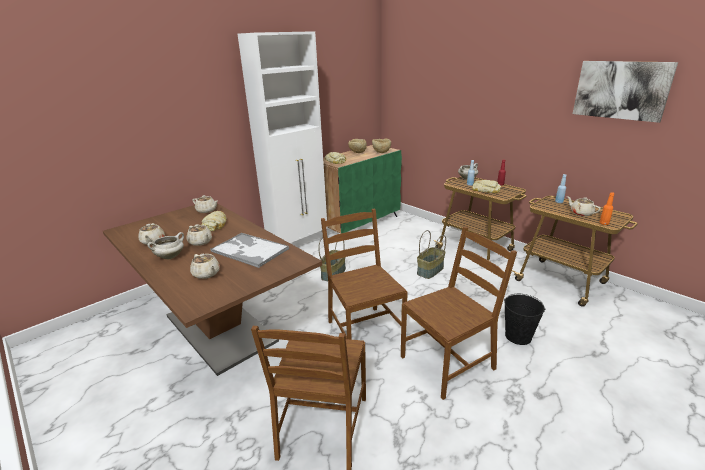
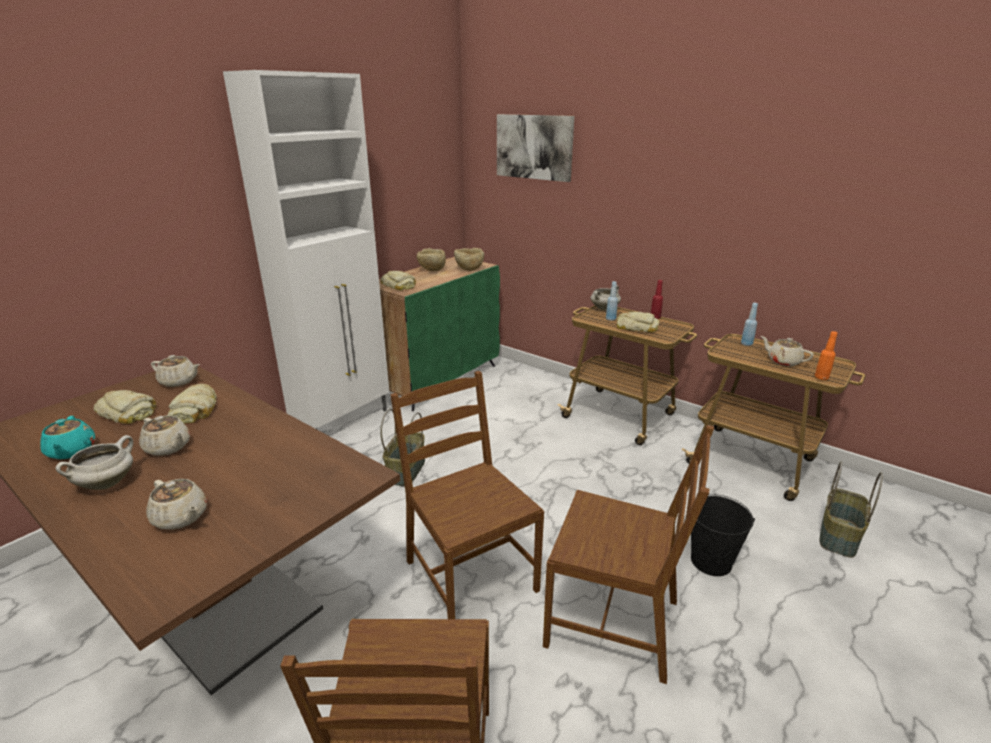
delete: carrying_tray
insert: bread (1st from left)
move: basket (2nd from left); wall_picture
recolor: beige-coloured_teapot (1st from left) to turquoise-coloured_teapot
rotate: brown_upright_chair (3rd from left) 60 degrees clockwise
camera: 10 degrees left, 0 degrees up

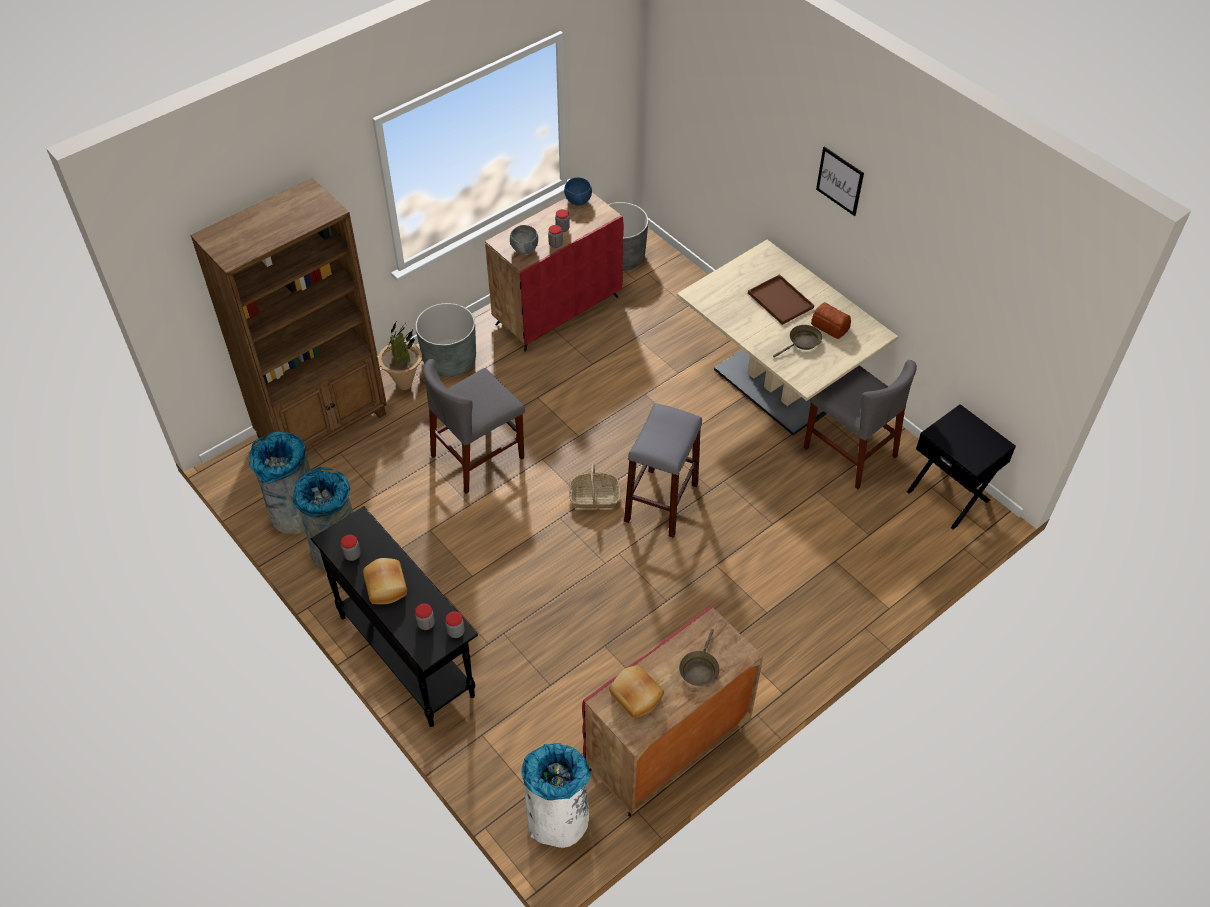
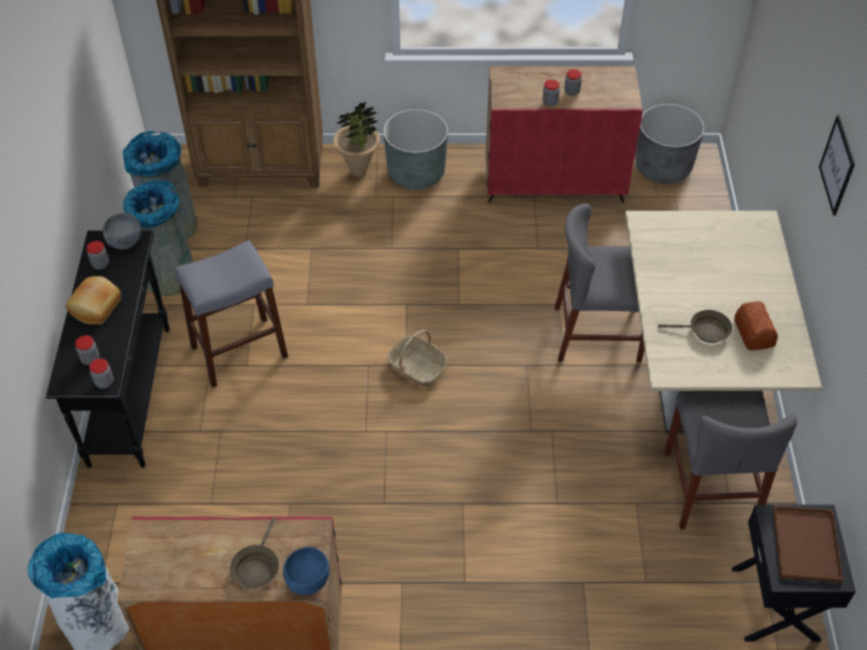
delete: bread (2nd from left)
move: grey_upright_chair (1st from left); grey_serving_bowl; blue_serving_bowl; grey_stool; brown_carrying_tray
rotate: brown_frying_pan (1st from left) 45 degrees counterclockwise
camera: 40 degrees right, 0 degrees up

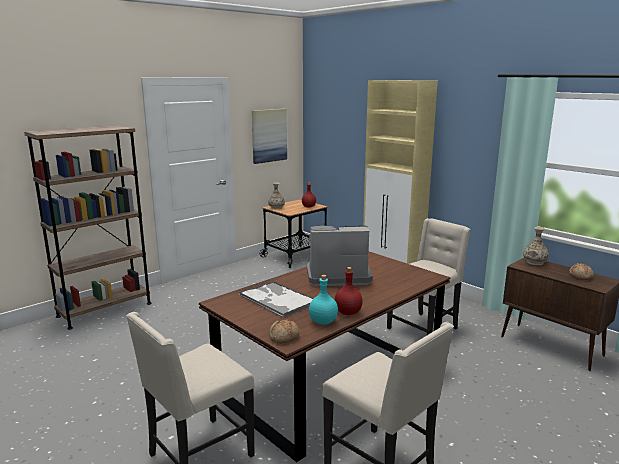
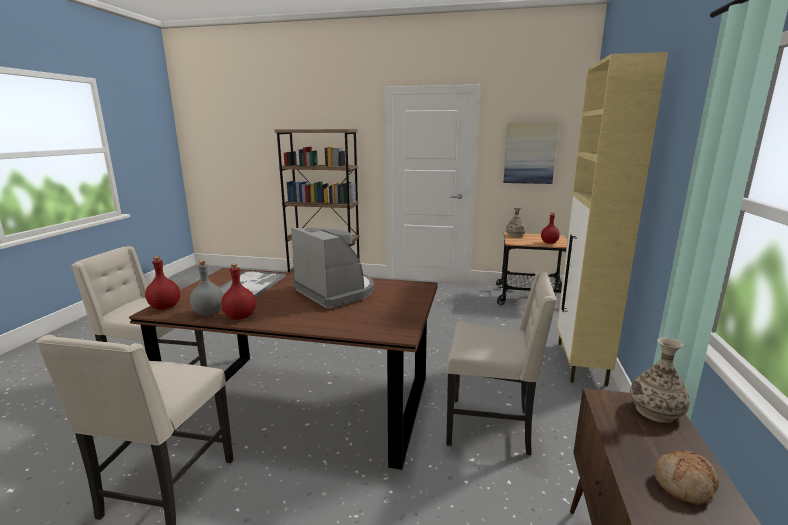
replace: bread (1st from left) to red_drink_bottle (1st from left)
recolor: turquoise-coloured_drink_bottle to grey_drink_bottle
camera: 55 degrees right, 0 degrees up

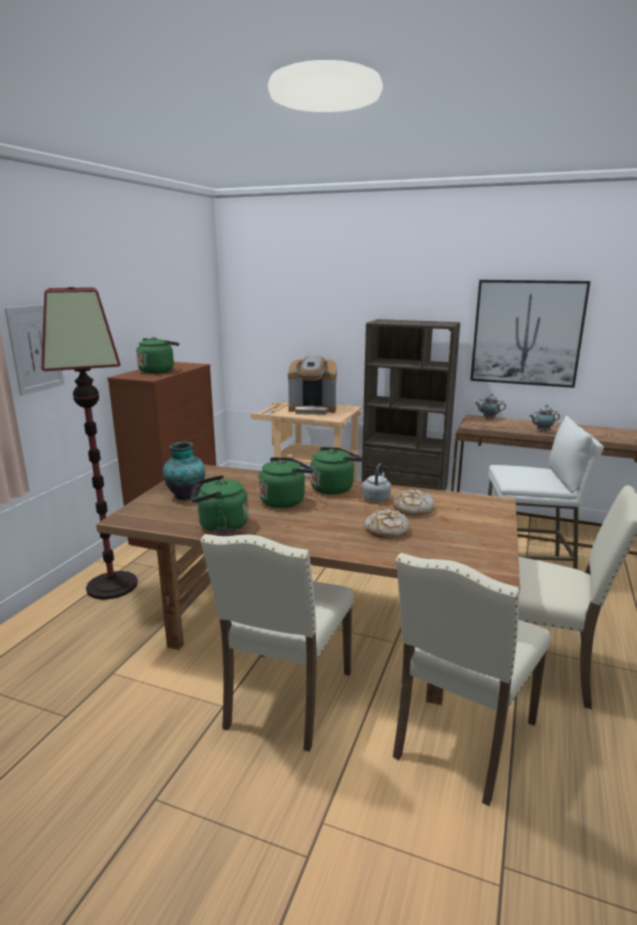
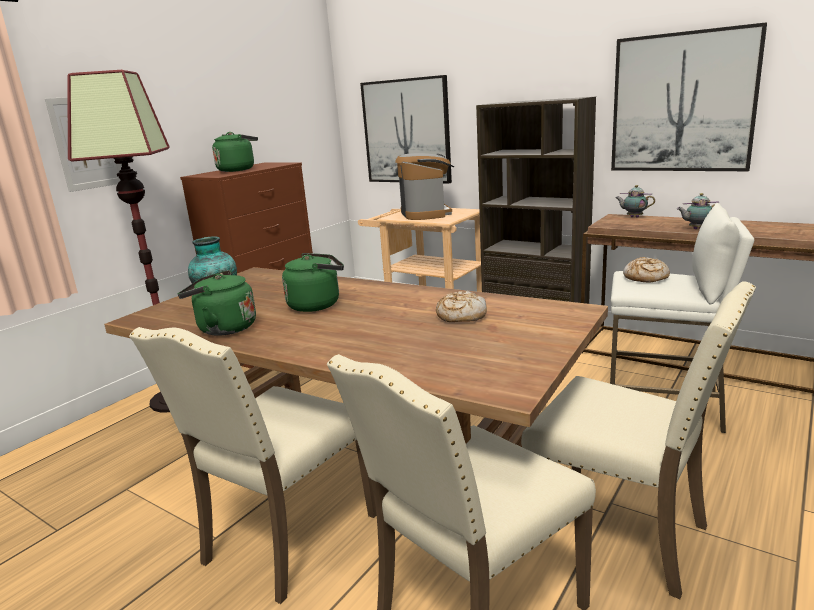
delete: green_tea_kettle (4th from left); grey_tea_kettle
insert: wall_picture (2nd from left)
move: bread (1st from left in the first image) to bread (2nd from left)
rotate: coffee_maker 120 degrees counterclockwise
camera: 15 degrees right, 0 degrees up

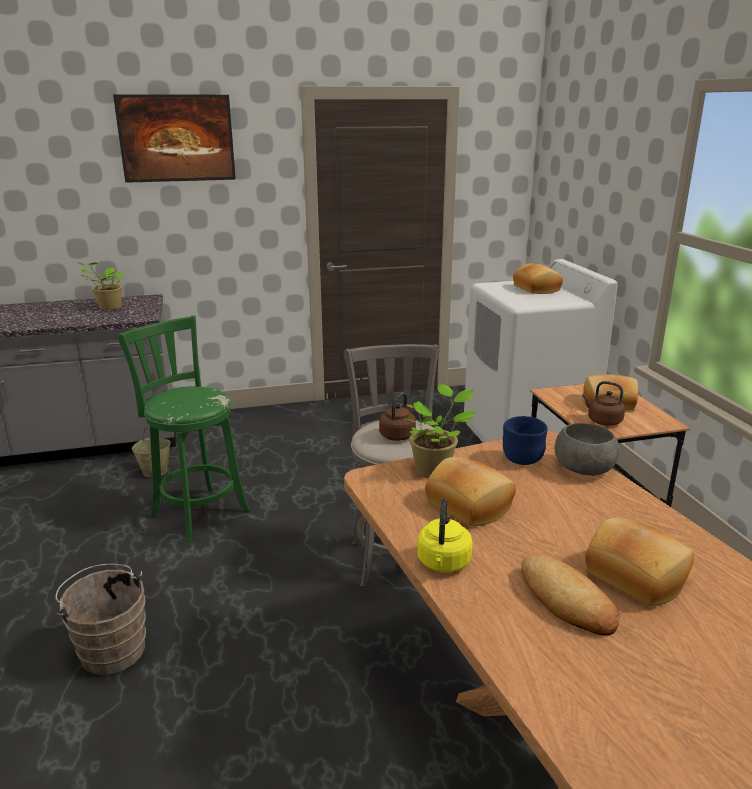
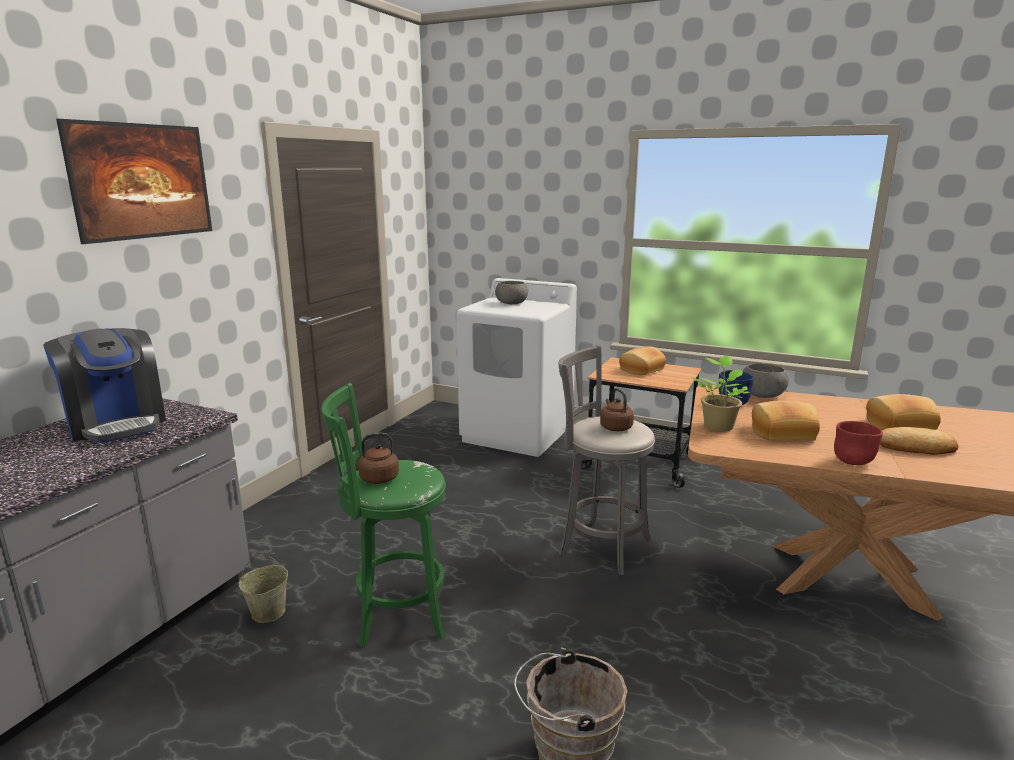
move: brown_tea_kettle (2nd from left in the first image) to brown_tea_kettle (1st from left)
replace: potted_plant (1st from left) to coffee_maker; yellow_tea_kettle to red_serving_bowl; bread (2nd from left) to grey_serving_bowl (1st from left)
camera: 50 degrees left, 5 degrees down

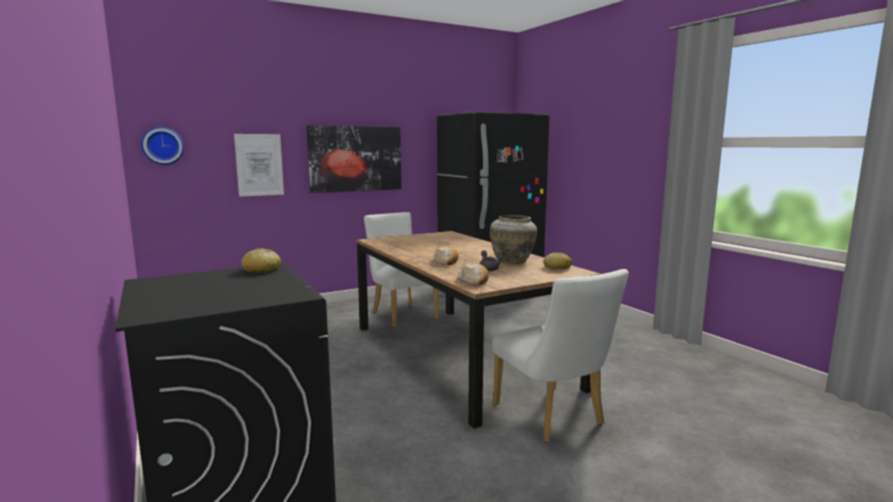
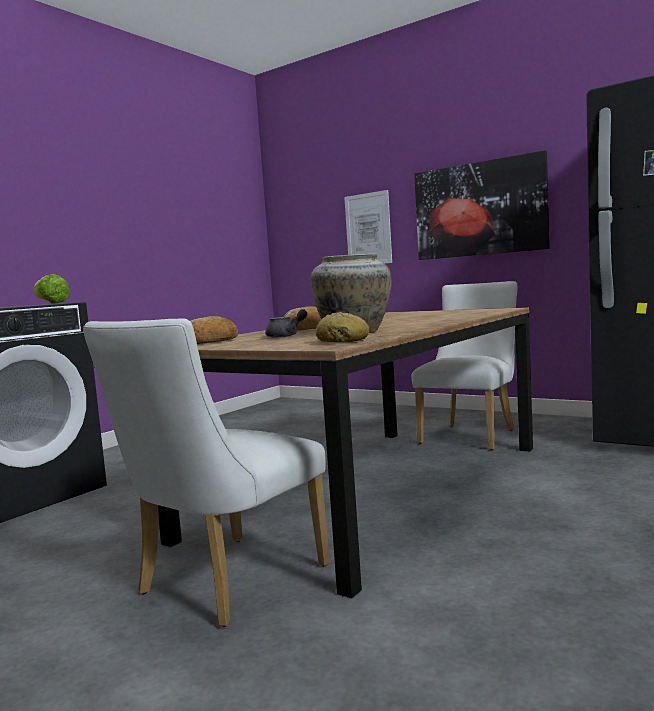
delete: wall_clock
replace: bread (1st from left) to head_of_lettuce
camera: 65 degrees right, 5 degrees down

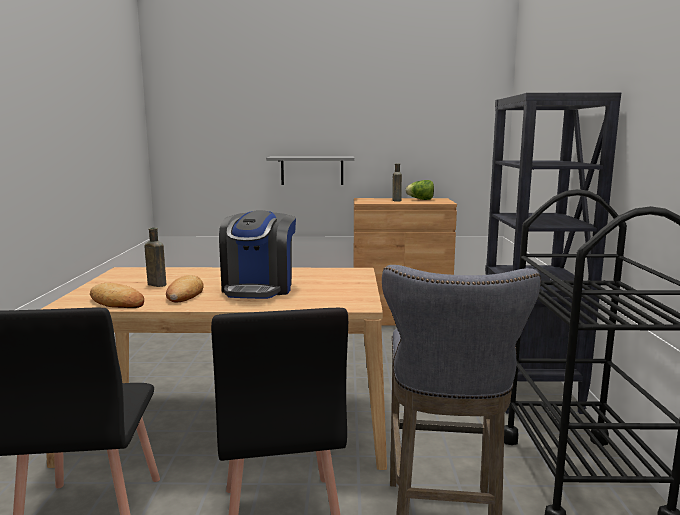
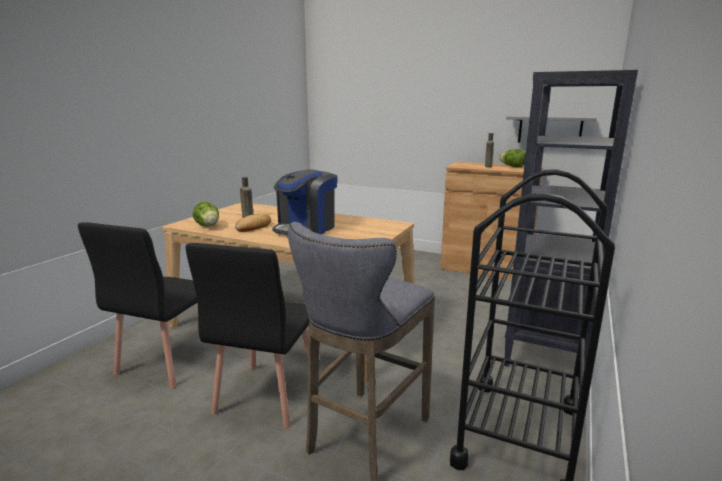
move: grey_shelf
replace: bread (1st from left) to head_of_lettuce (1st from left)
camera: 25 degrees right, 5 degrees up

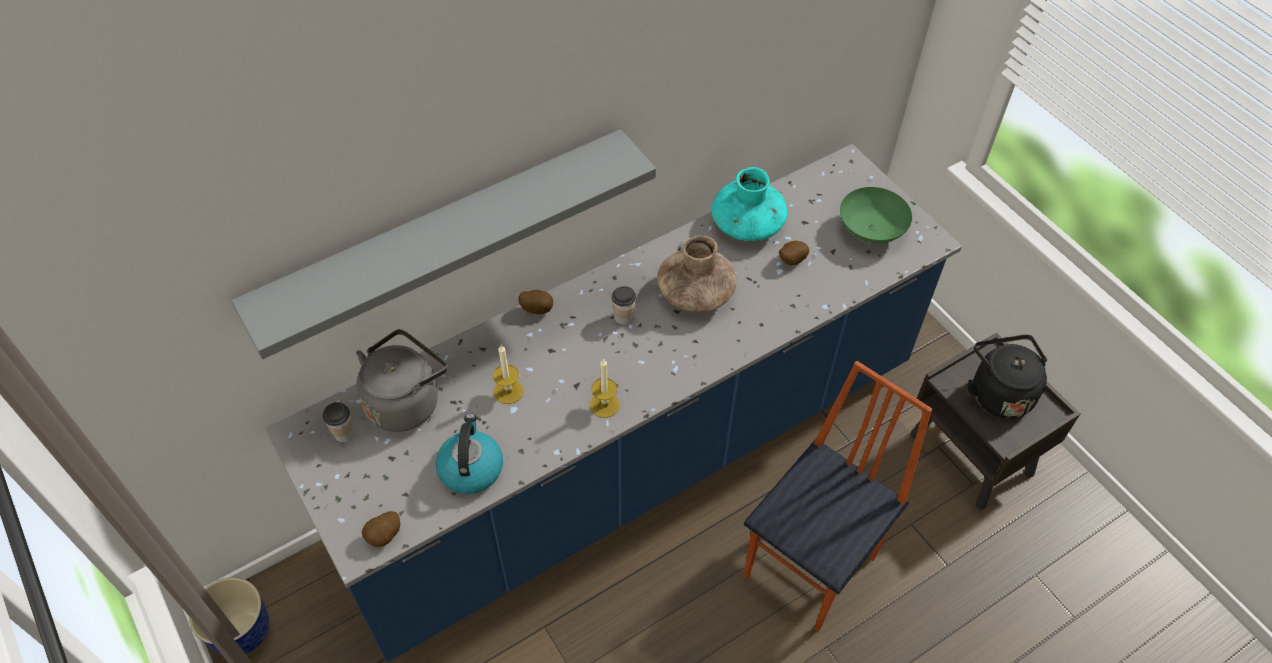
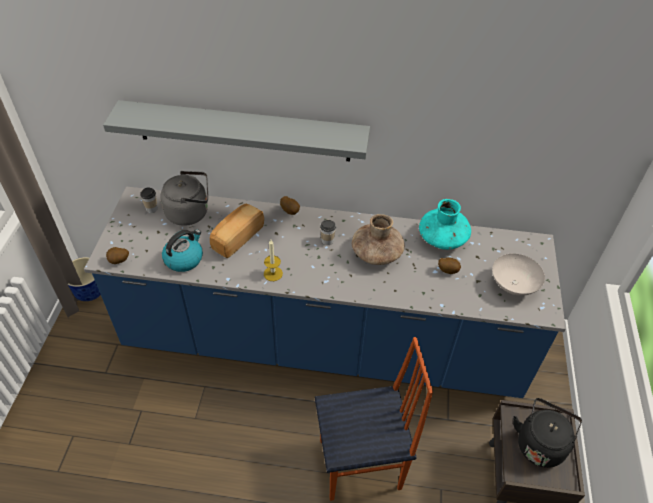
replace: candle (1st from left) to bread
recolor: green_serving_bowl to white-coloured_serving_bowl
camera: 40 degrees right, 5 degrees down

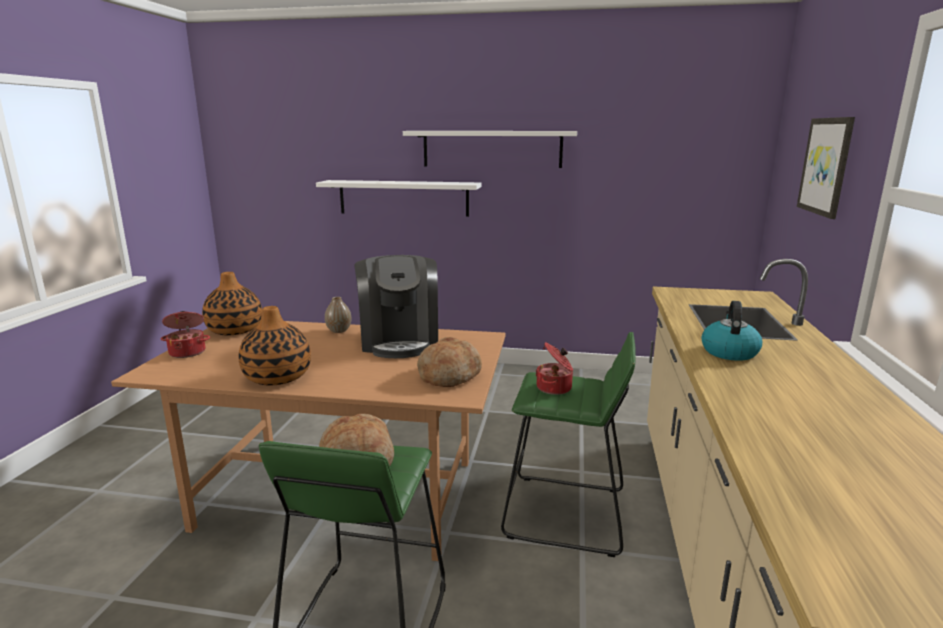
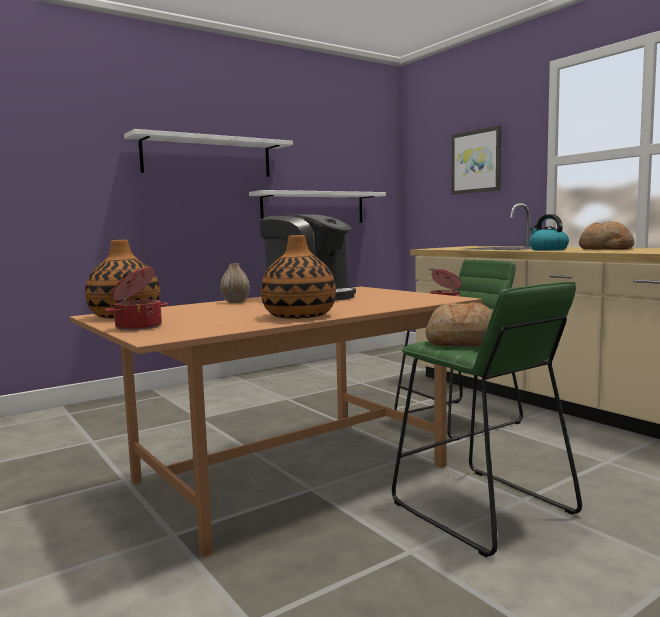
move: white-coloured_shelf (1st from left in the first image) to white-coloured_shelf (2nd from left); bread (2nd from left)
camera: 45 degrees left, 10 degrees down

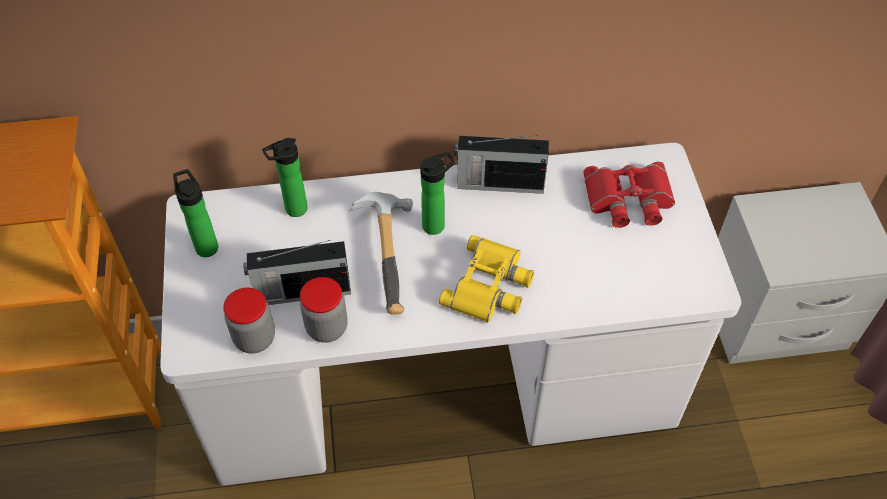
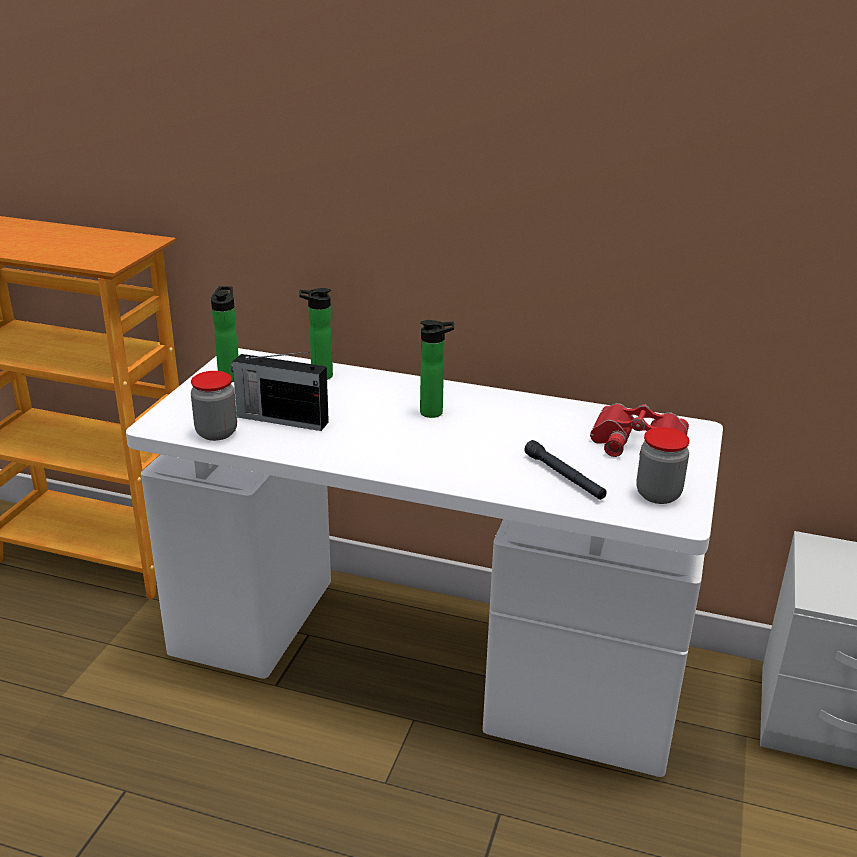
delete: hammer; yellow_field_glasses; radio_set (2nd from left)
insert: black_flashlight
move: storage_jar (2nd from left)
camera: 25 degrees right, 25 degrees down

